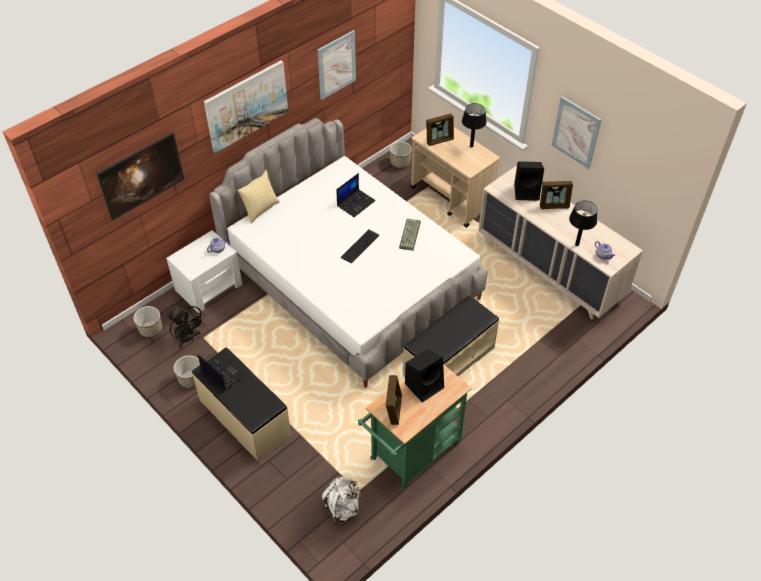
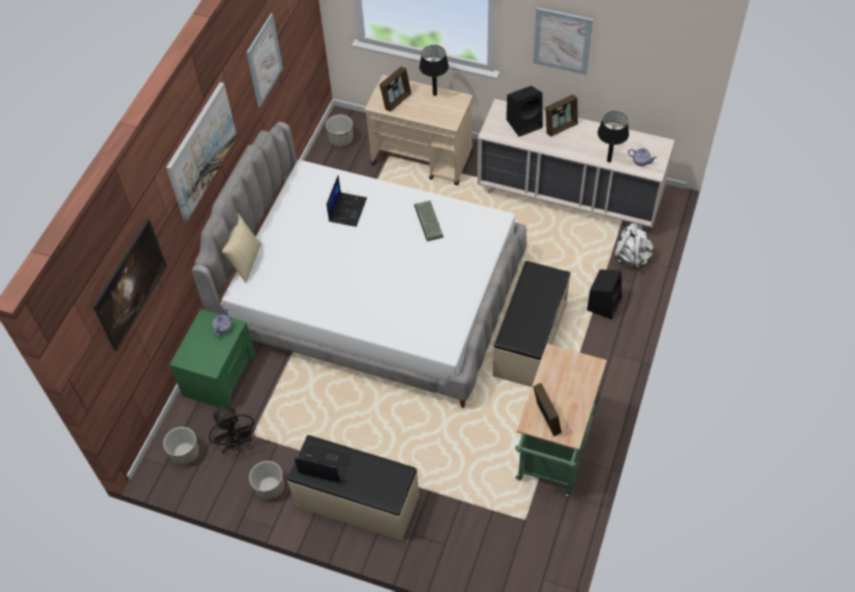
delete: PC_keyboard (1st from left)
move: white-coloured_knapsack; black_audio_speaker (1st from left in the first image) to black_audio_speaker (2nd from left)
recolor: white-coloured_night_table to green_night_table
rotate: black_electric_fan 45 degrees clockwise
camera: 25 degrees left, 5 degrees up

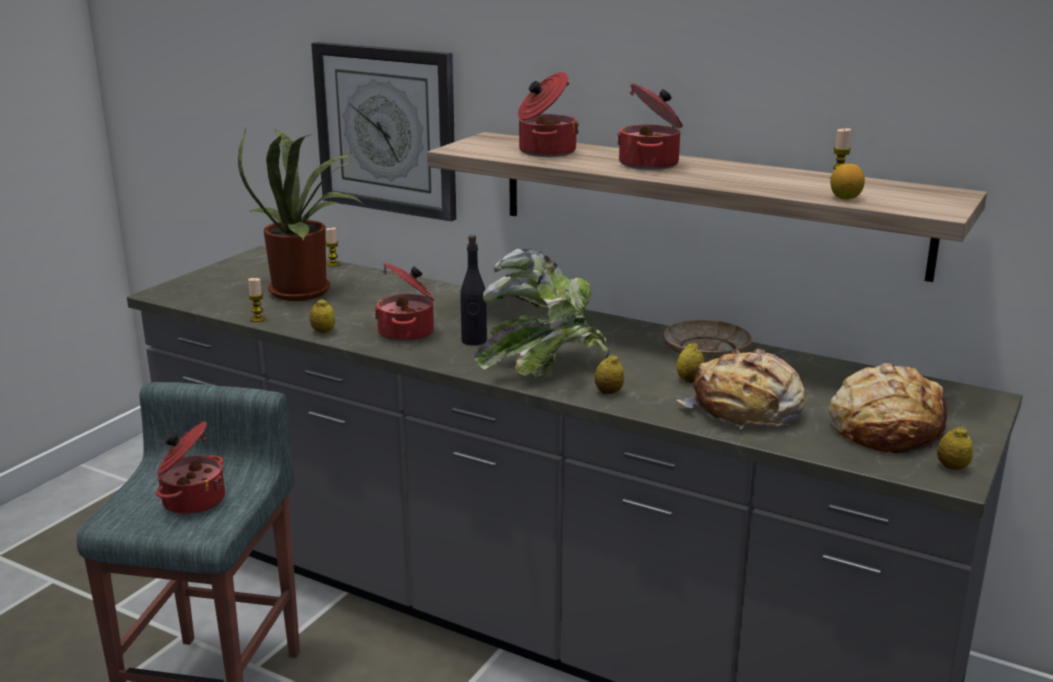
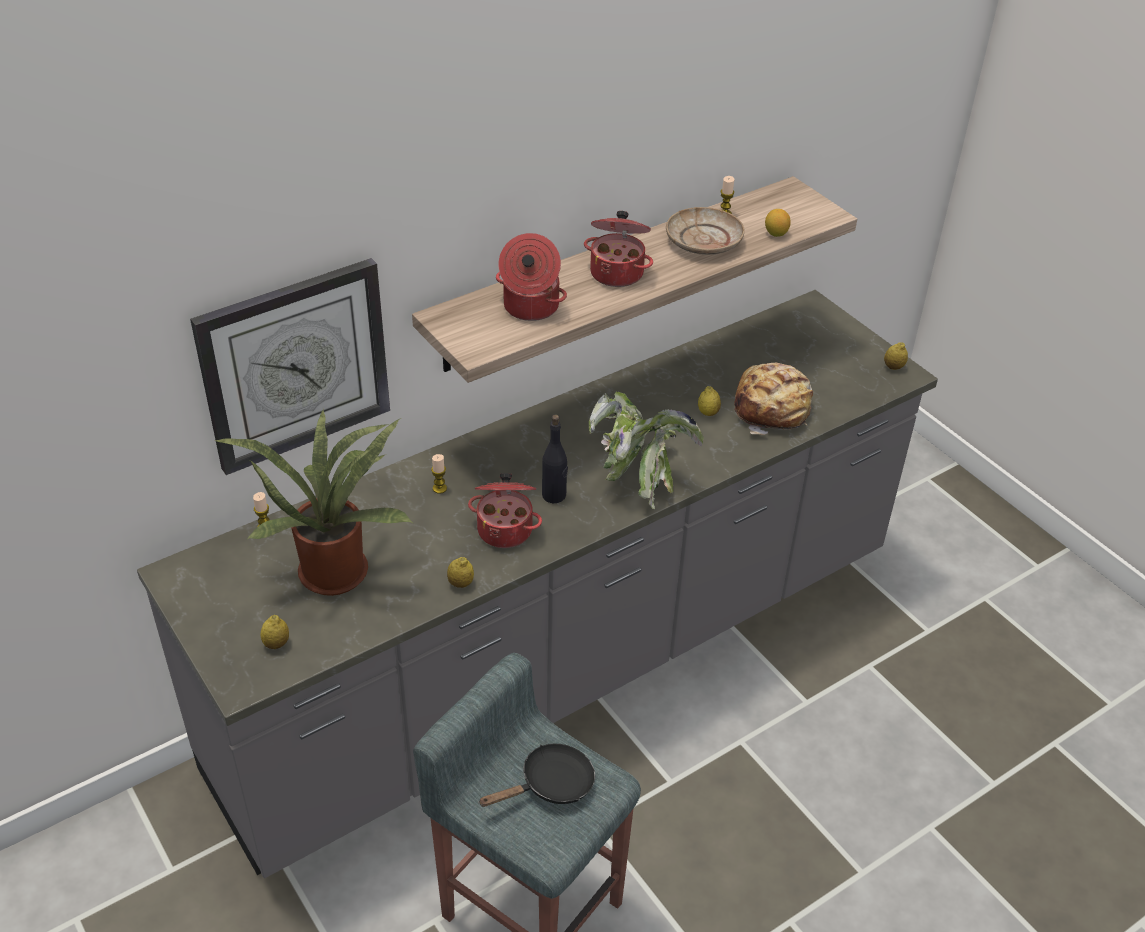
delete: bread (2nd from left)
move: candle (1st from left in the first image) to candle (2nd from left); citrus_fruit (2nd from left in the first image) to citrus_fruit (1st from left); beige-coloured_plate
replace: cooking_pot (1st from left) to black_frying_pan
camera: 65 degrees left, 20 degrees up

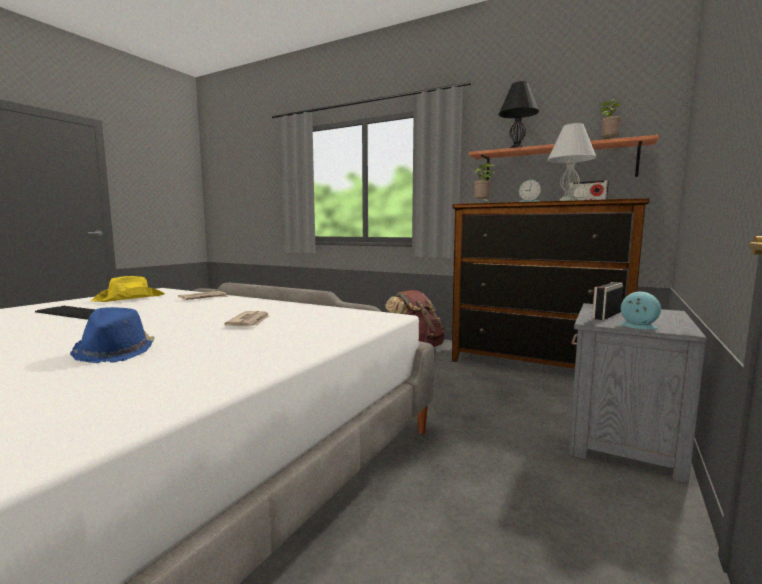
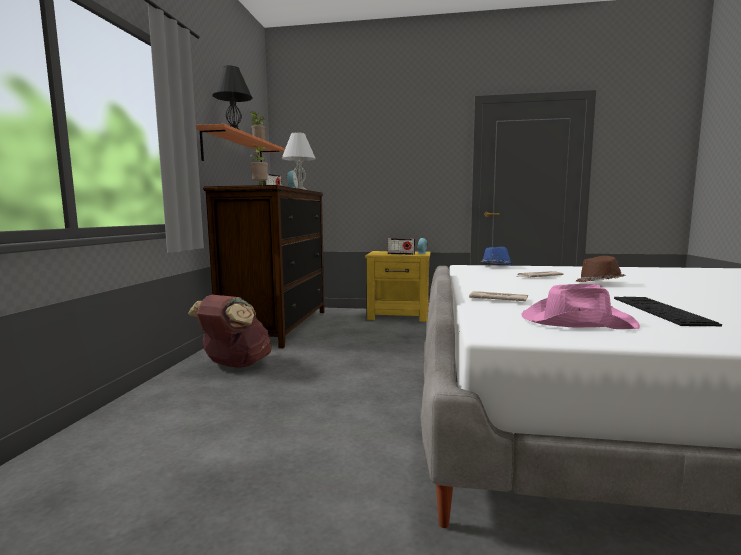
insert: brown_wearable_hat
move: blue_wearable_hat
recolor: yellow_wearable_hat to pinkish_wearable_hat; grey_night_table to yellow_night_table
camera: 110 degrees left, 0 degrees up

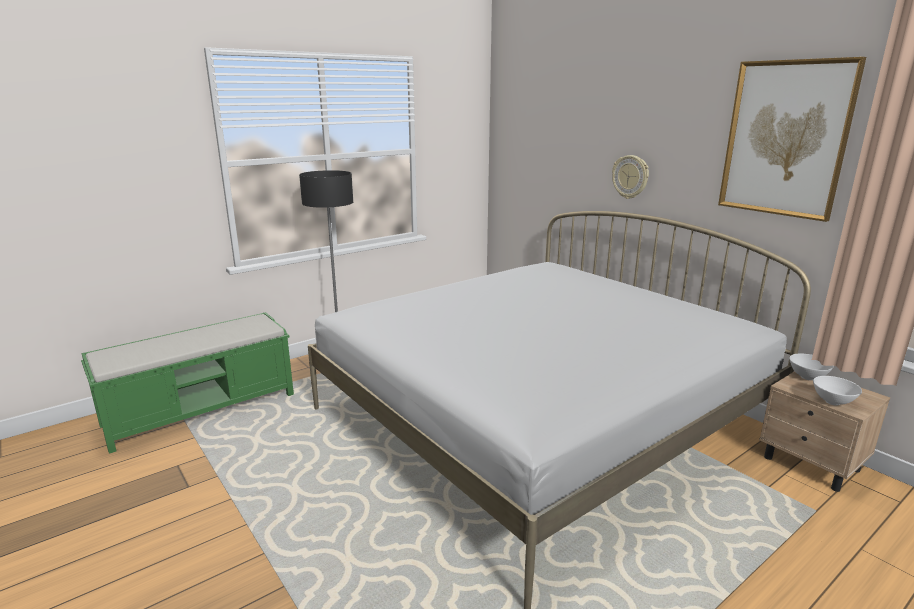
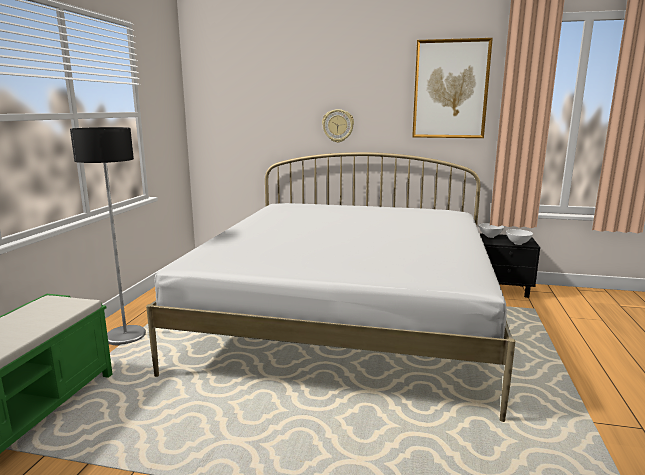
recolor: beige-coloured_night_table to black_night_table
camera: 40 degrees left, 5 degrees down

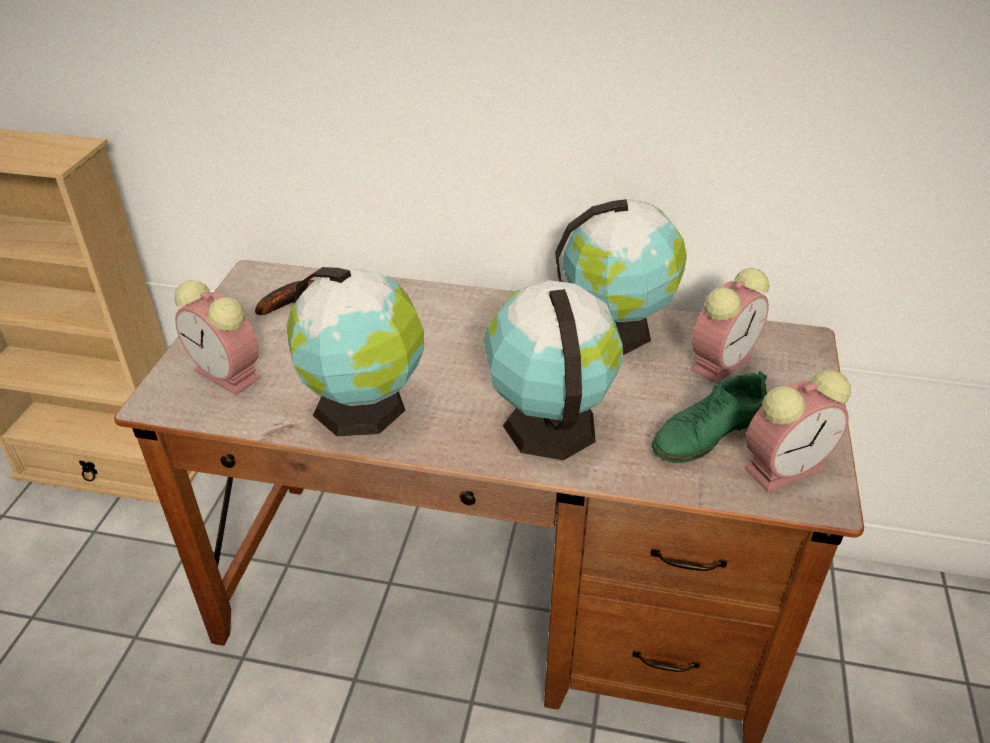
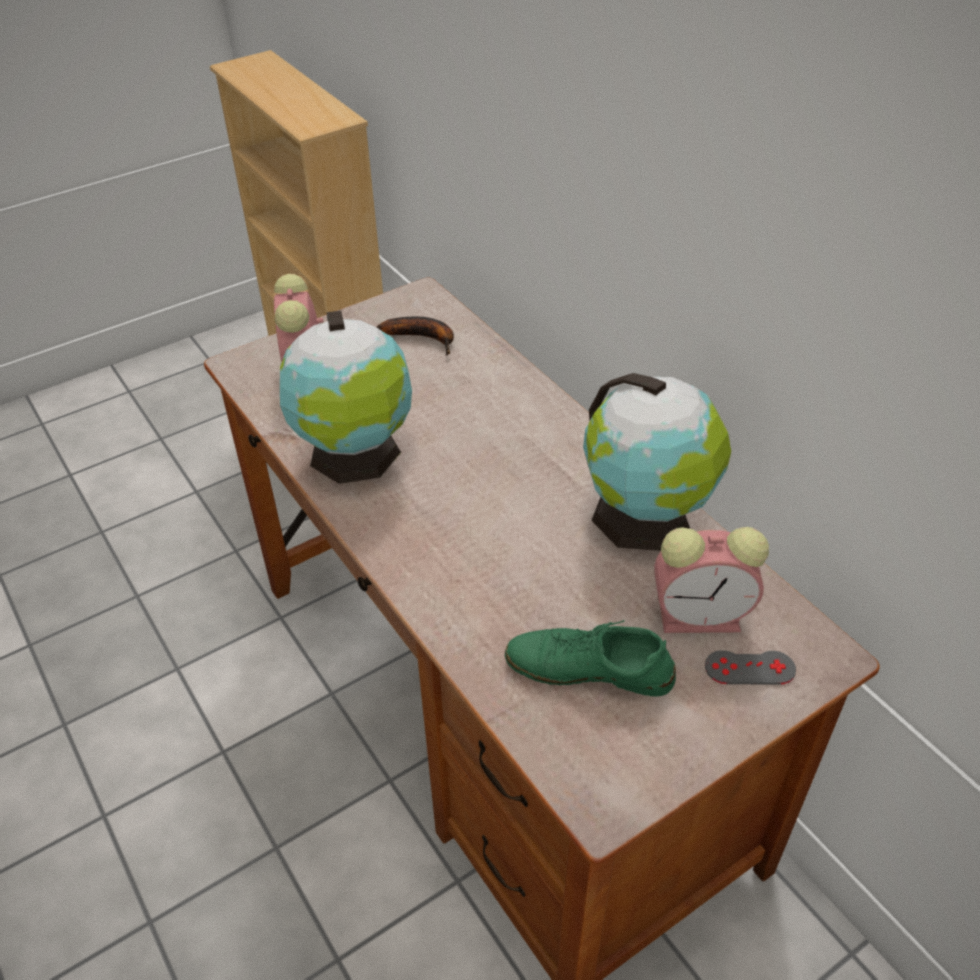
delete: world_globe (2nd from left); table_clock (3rd from left)
insert: grey_joypad
camera: 45 degrees right, 5 degrees up

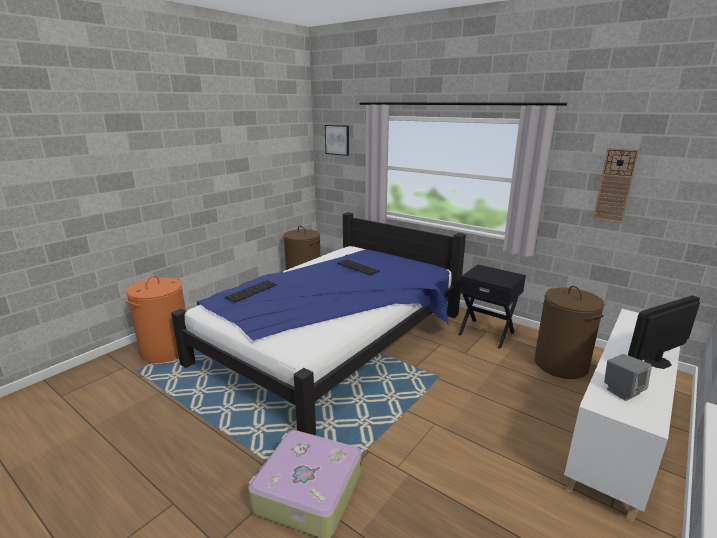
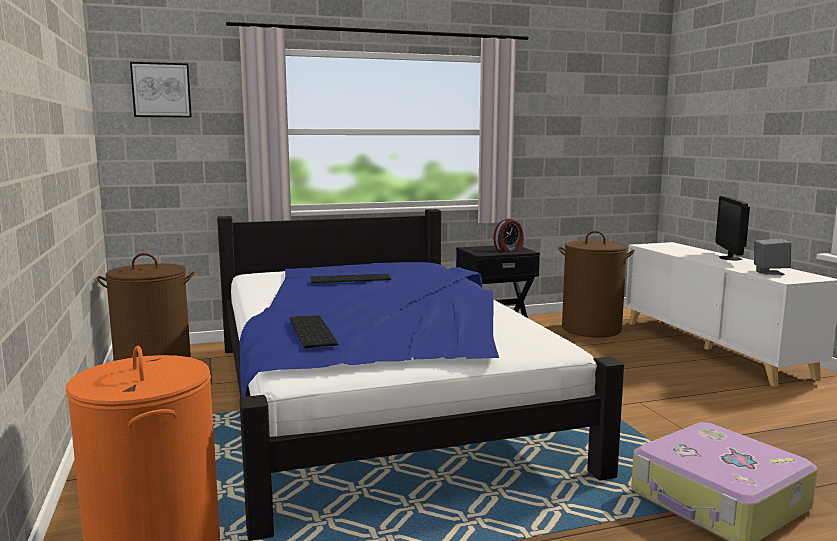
delete: wall_clock
insert: table_clock
camera: 55 degrees left, 10 degrees down

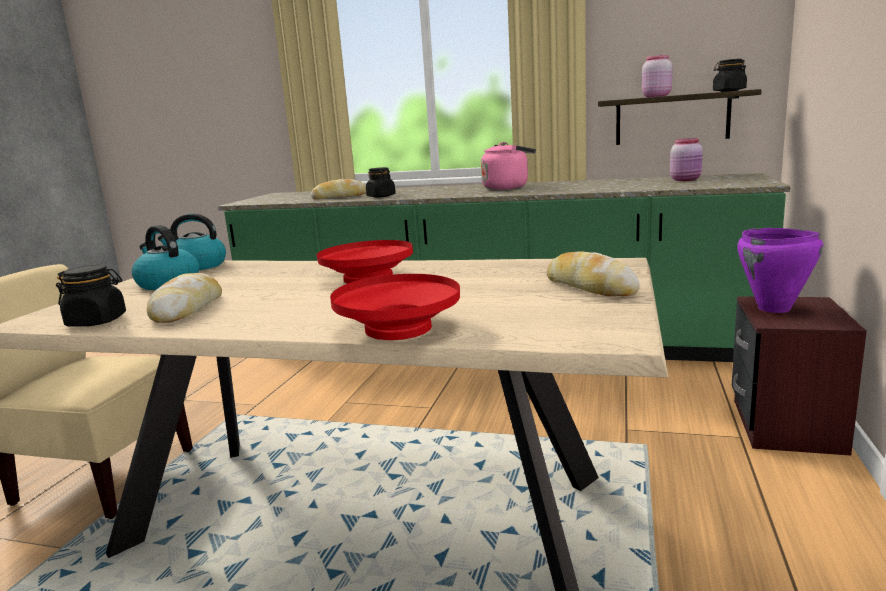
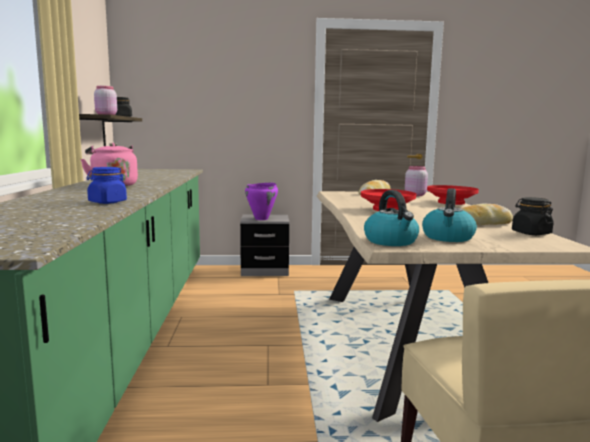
delete: bread (2nd from left)
move: pinkish_storage_jar (2nd from left)
recolor: black_storage_jar (2nd from left) to blue_storage_jar; brown_night_table to grey_night_table
camera: 110 degrees left, 5 degrees down

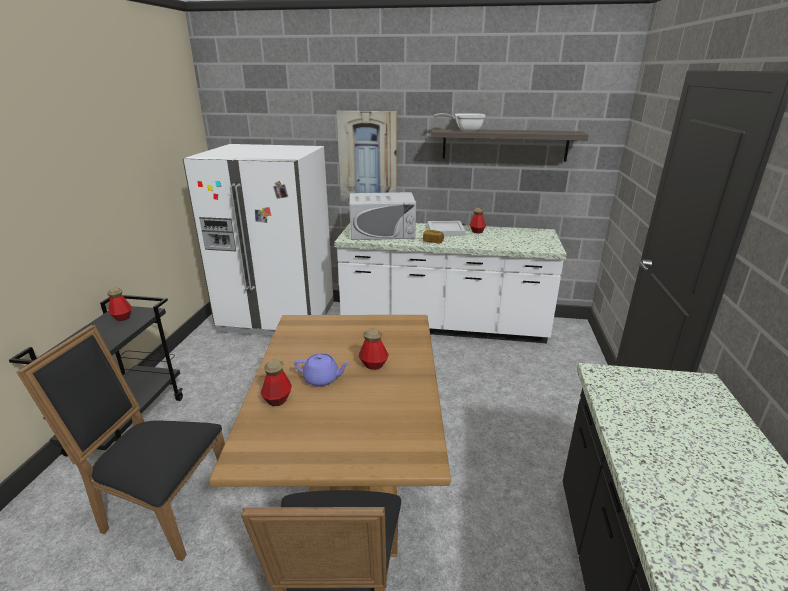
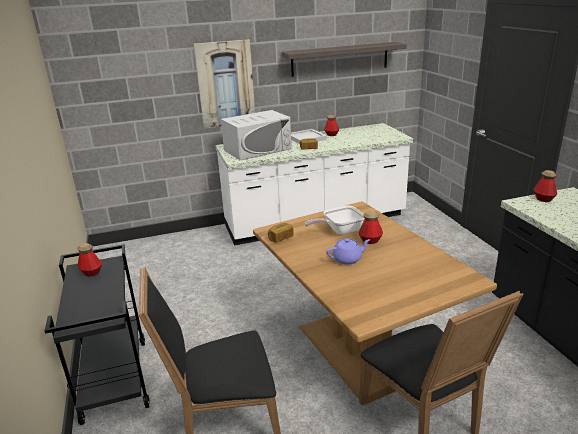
delete: white-coloured_refrigerator
insert: bread (1st from left)
move: drink_bottle (2nd from left in the first image) to drink_bottle (4th from left); frying_pan
camera: 25 degrees left, 0 degrees up

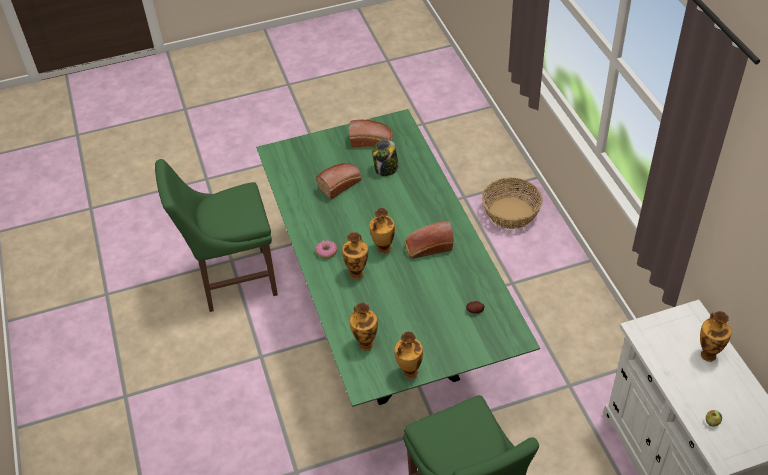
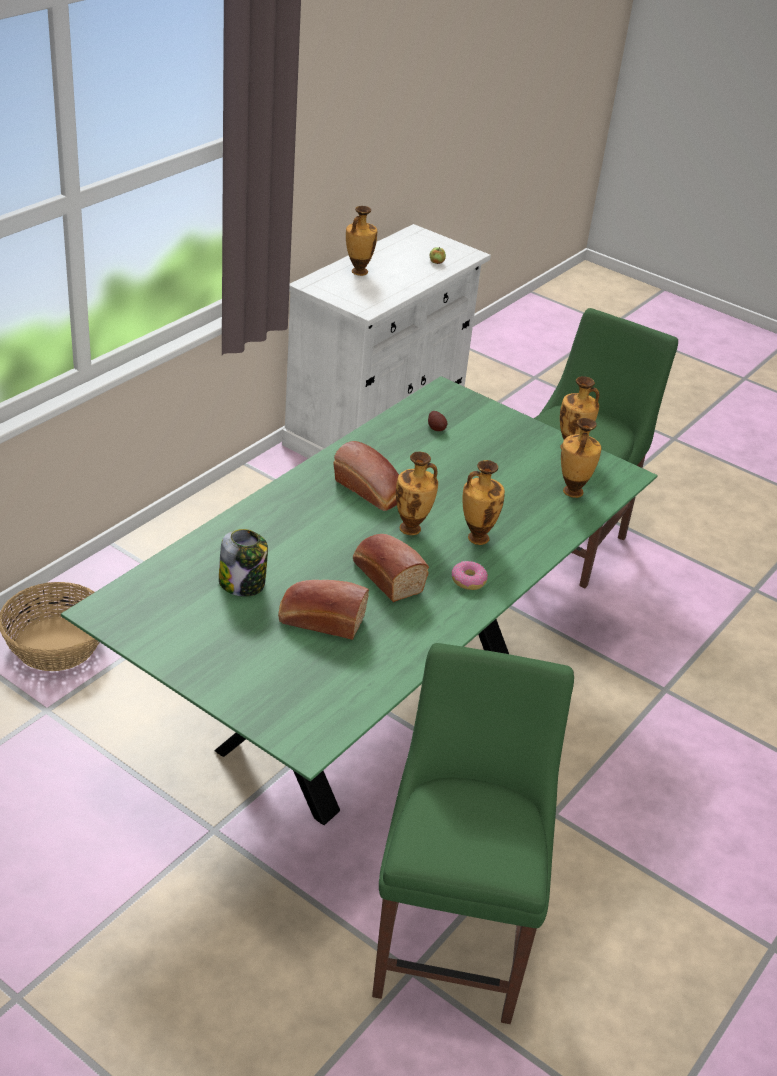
move: bread (2nd from left in the first image) to bread (3rd from left)
rotate: green_upright_chair (1st from left) 120 degrees counterclockwise
camera: 130 degrees left, 10 degrees down

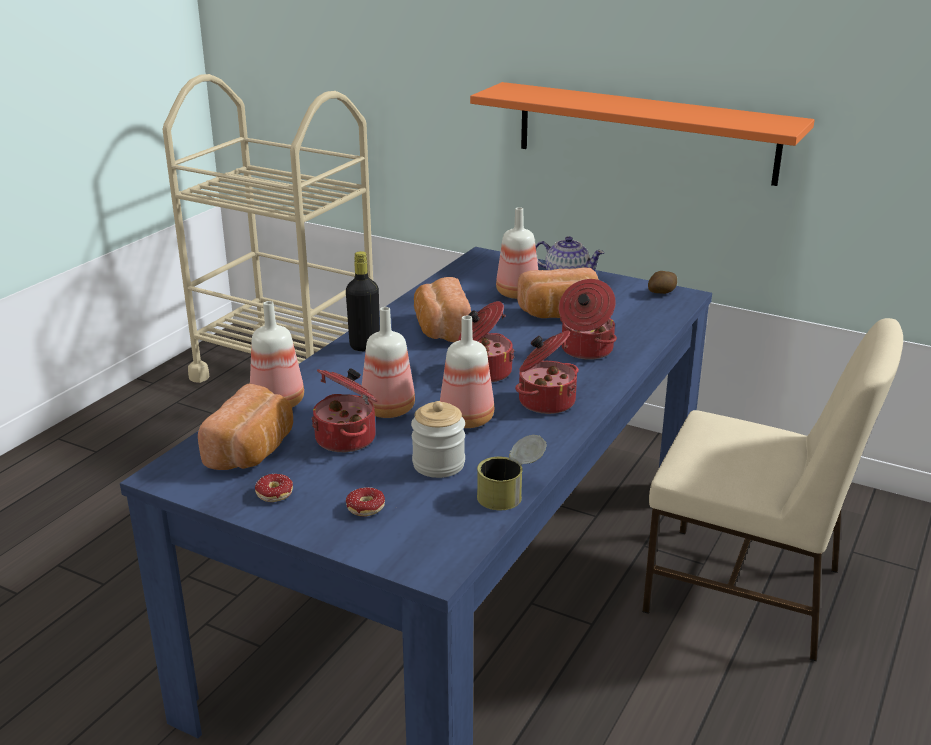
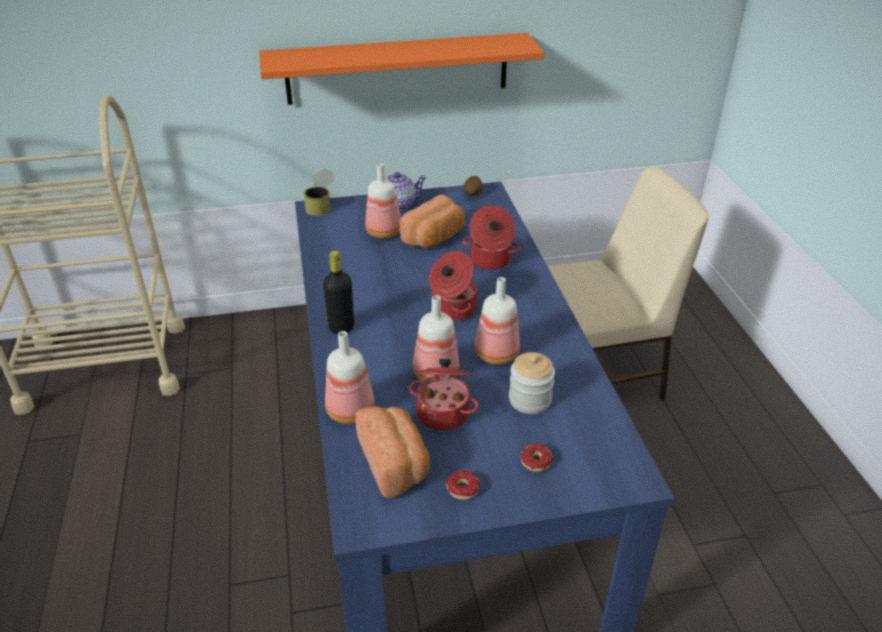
delete: bread (2nd from left); cooking_pot (3rd from left)
move: can
camera: 40 degrees left, 10 degrees up

